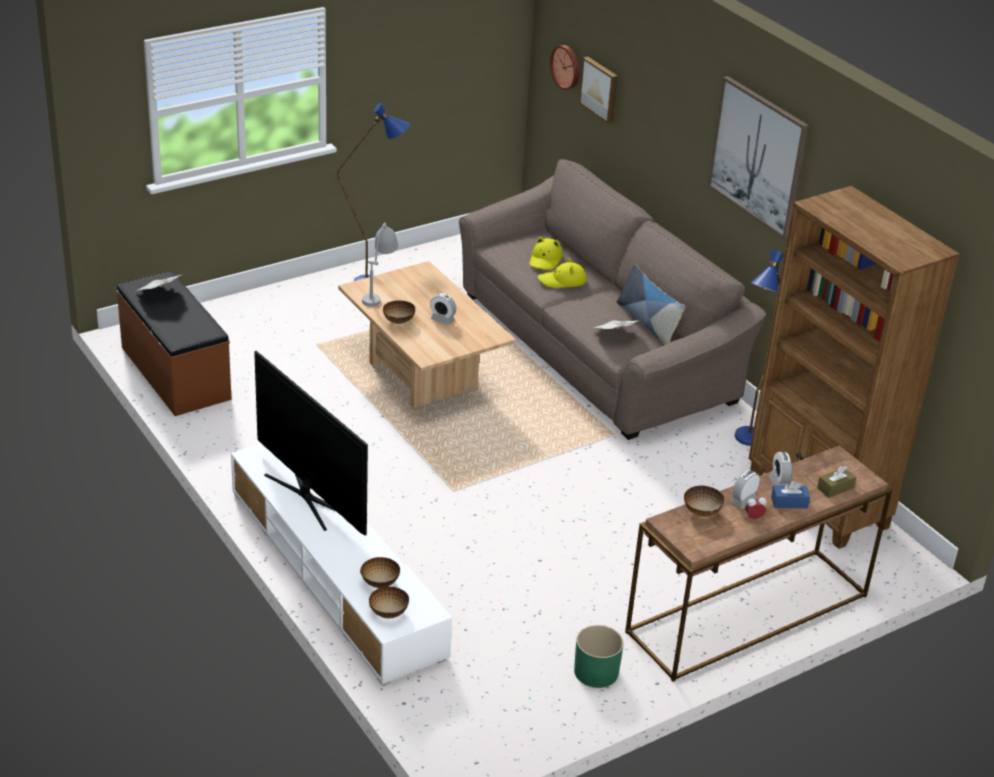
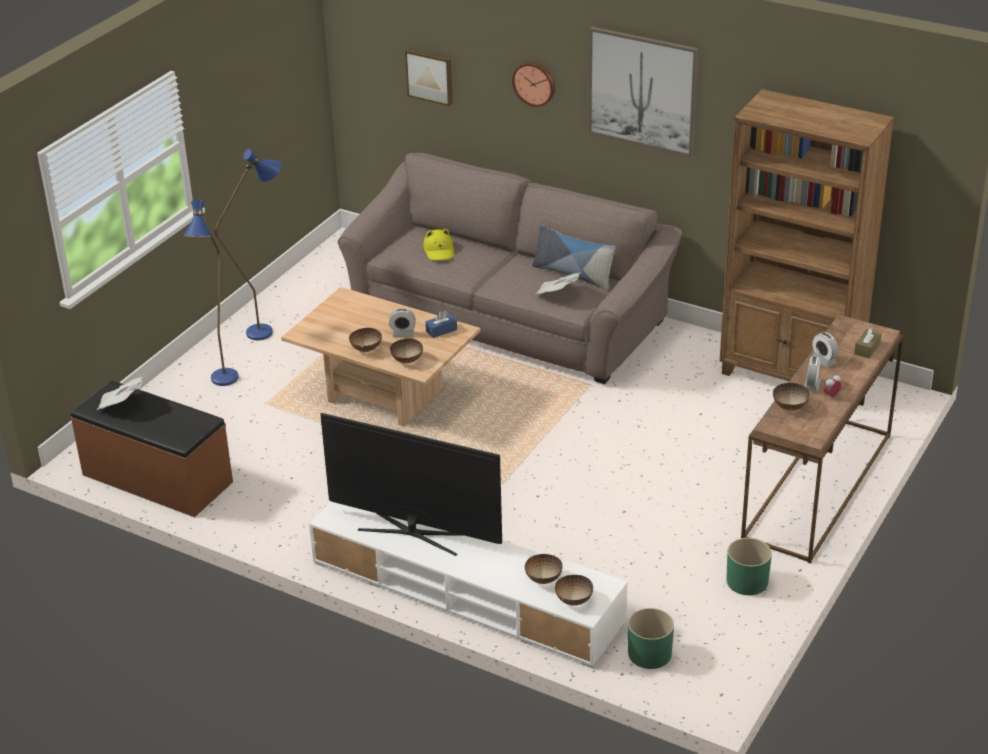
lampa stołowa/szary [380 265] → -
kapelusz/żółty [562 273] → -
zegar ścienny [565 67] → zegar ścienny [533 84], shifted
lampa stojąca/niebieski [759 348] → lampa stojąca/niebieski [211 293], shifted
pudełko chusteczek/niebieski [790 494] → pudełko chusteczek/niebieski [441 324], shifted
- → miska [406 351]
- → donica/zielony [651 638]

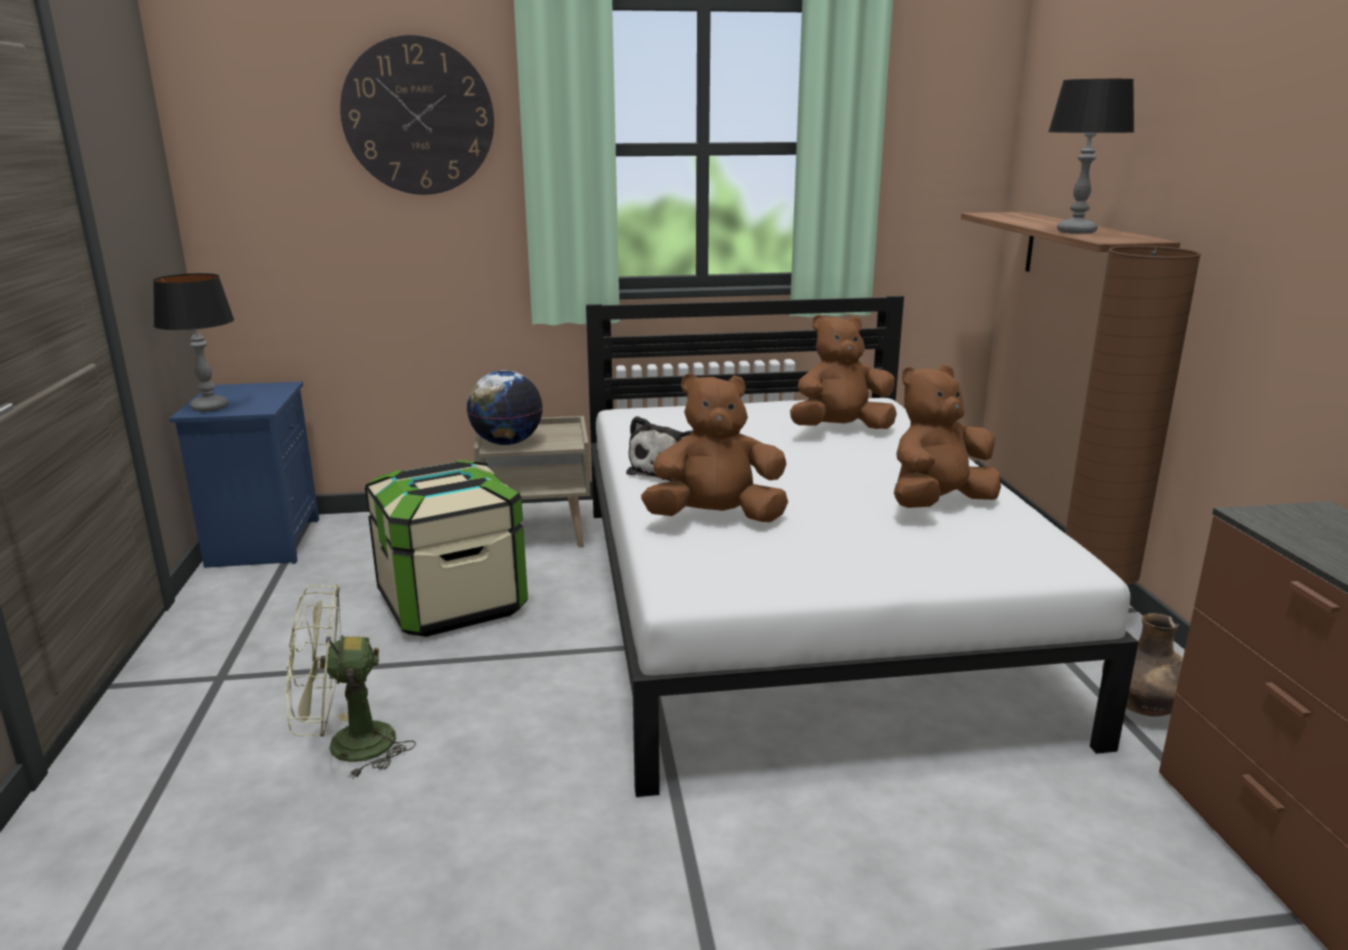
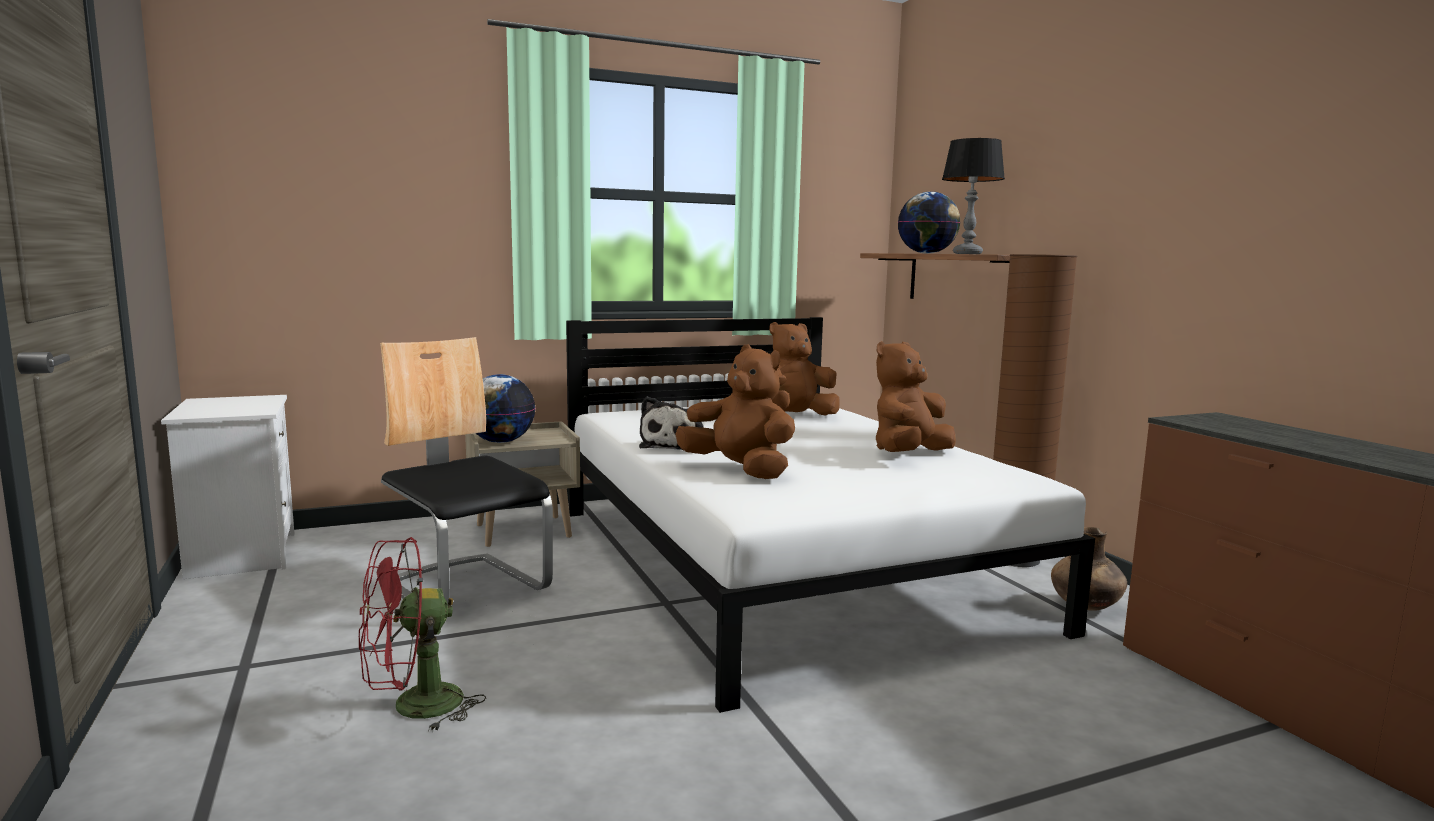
lampa stołowa [193 342] → -
szafka nocna/niebieski [244 475] → szafka nocna/biały [227 487]
wentylator/zielony [351 682] → wentylator/czerwony [422 634]
zegar ścienny [417 115] → -
pojemnik do przechowywania [446 548] → krzesło [466 470]
pluszak/brązowy [714 447] → pluszak/brązowy [735 411], 60 degrees clockwise
- → globus [929 223]

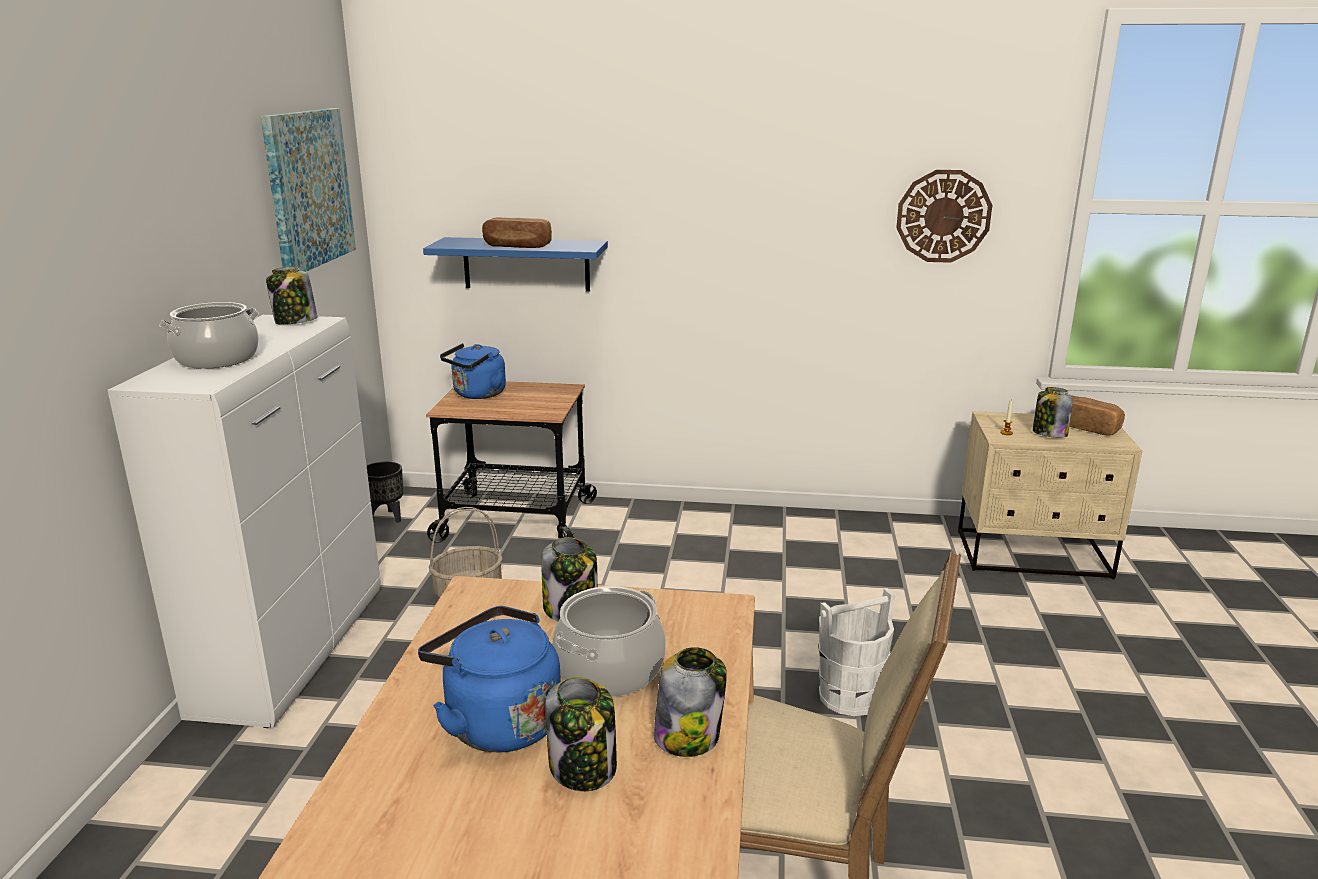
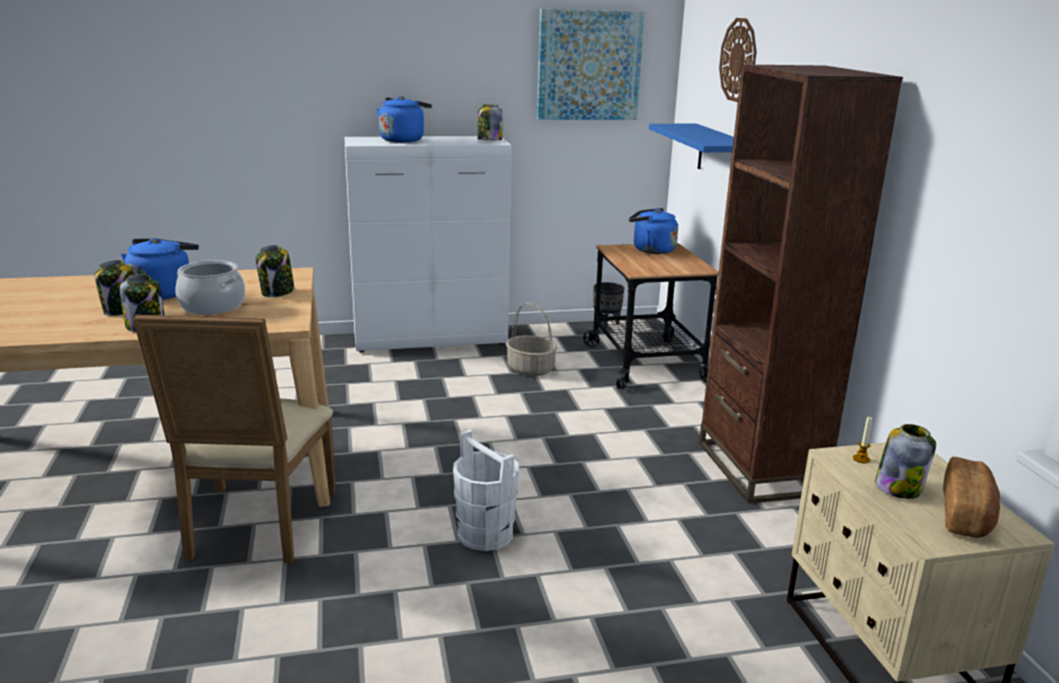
garnek [209 335] → czajnik/niebieski [404 119]
chleb [517 232] → -
zegar ścienny [944 216] → zegar ścienny [738 60], shifted
- → regał/brązowy [801 284]

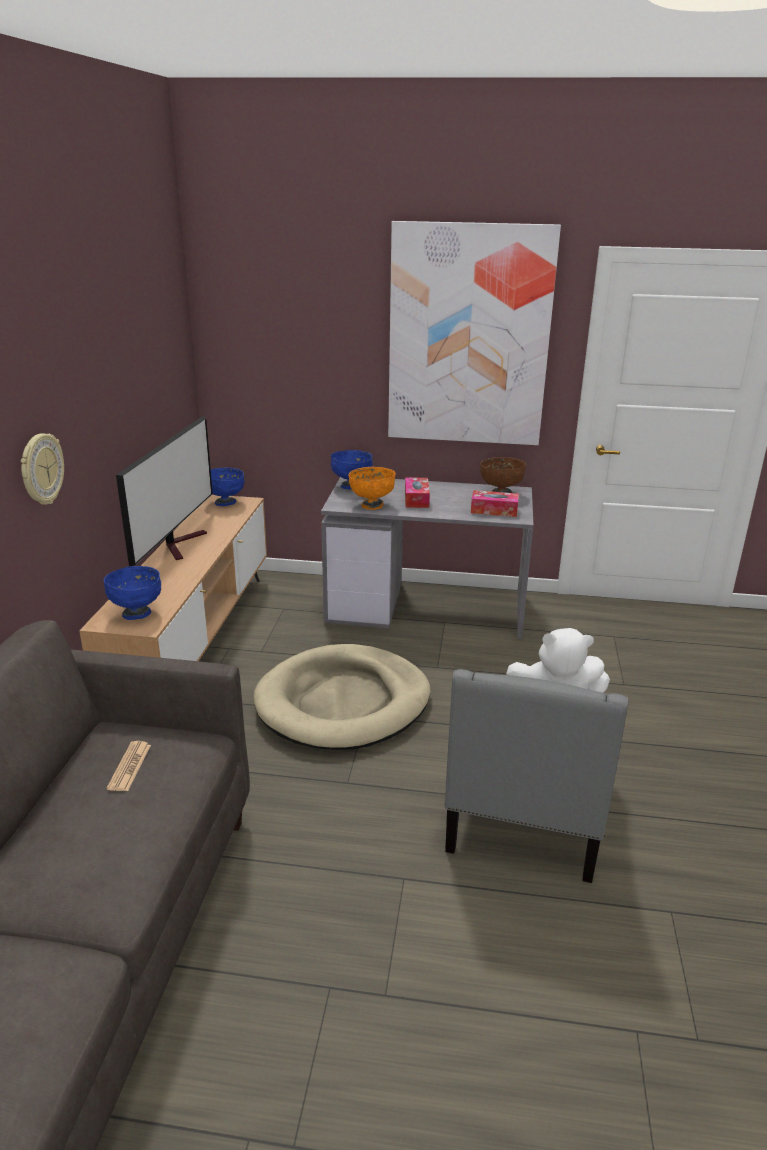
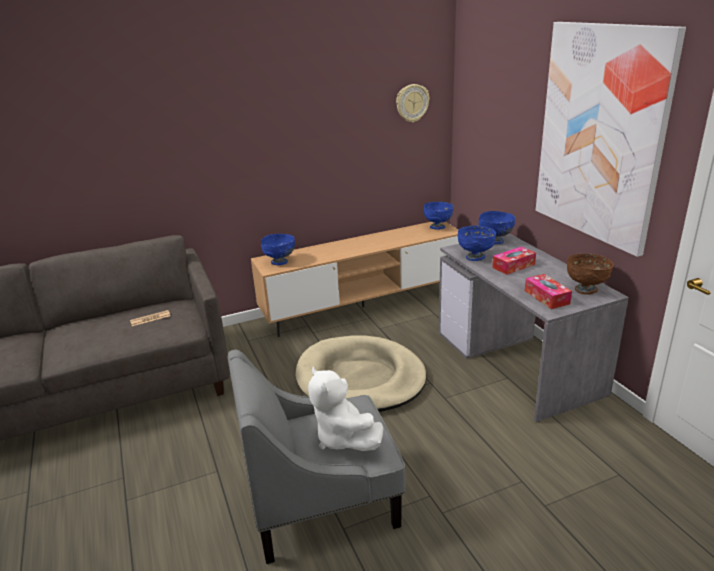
zegar ścienny [42 469] → zegar ścienny [412 103], shifted
telewizor [164 491] → -
miska/pomarańczowy [372 488] → miska/niebieski [477 243]

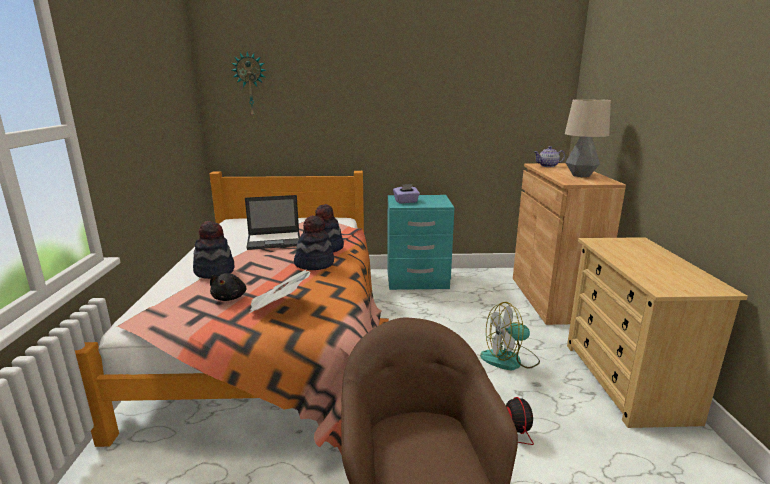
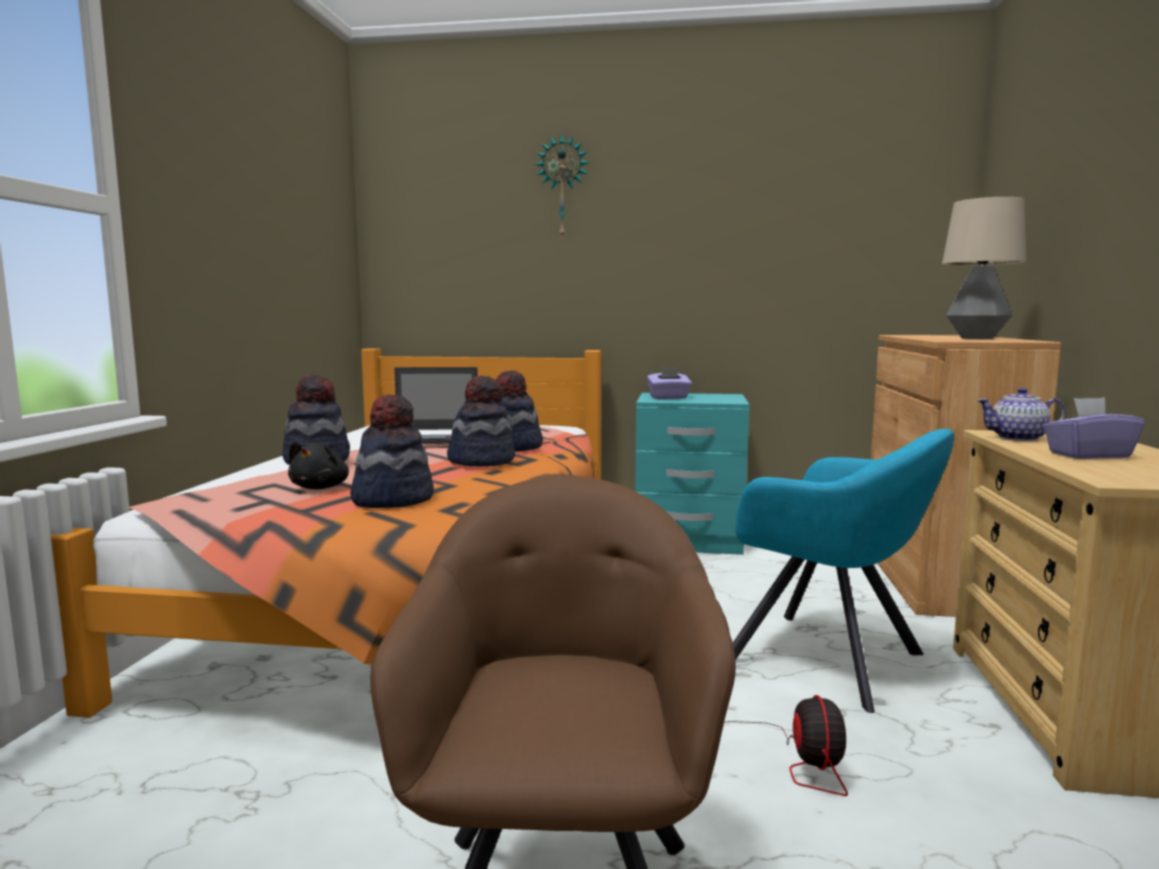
zegar ścienny [249 83] → zegar ścienny [562 186], shifted
gazeta [279 291] → kapelusz [392 451]
wentylator [510 336] → fotel/turkusowy [843 571]
imbryk [549 156] → imbryk [1021 414], shifted
- → pudełko chusteczek/fioletowy [1094 428]

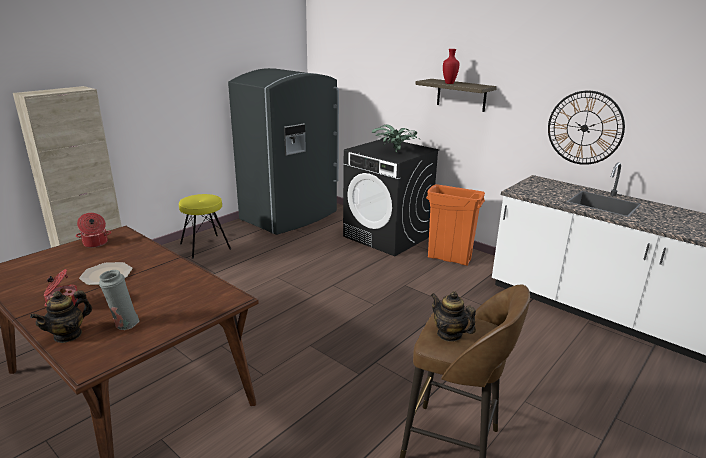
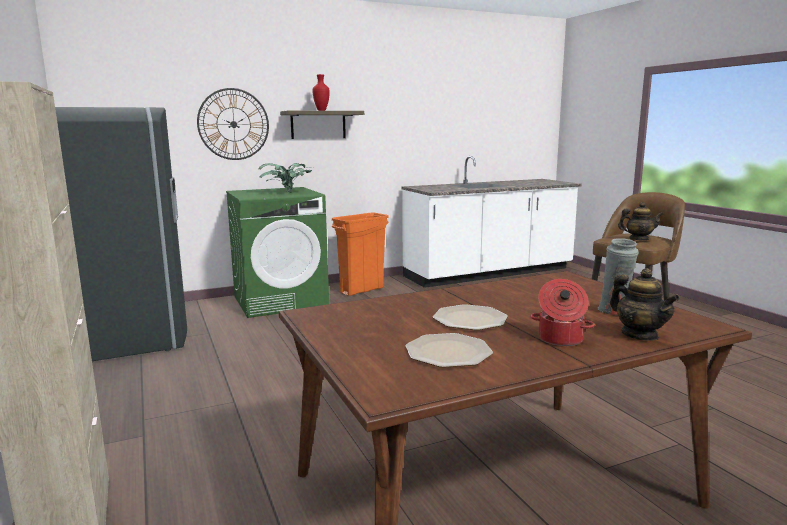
garnek [93 230] → -
stołek/żółty [205 226] → -
pralka/czarny [391 197] → pralka/zielony [277 252]
imbryk [453 316] → imbryk [640 221], 150 degrees counterclockwise
zegar ścienny [586 127] → zegar ścienny [233 124], shifted
- → talerz [449 350]

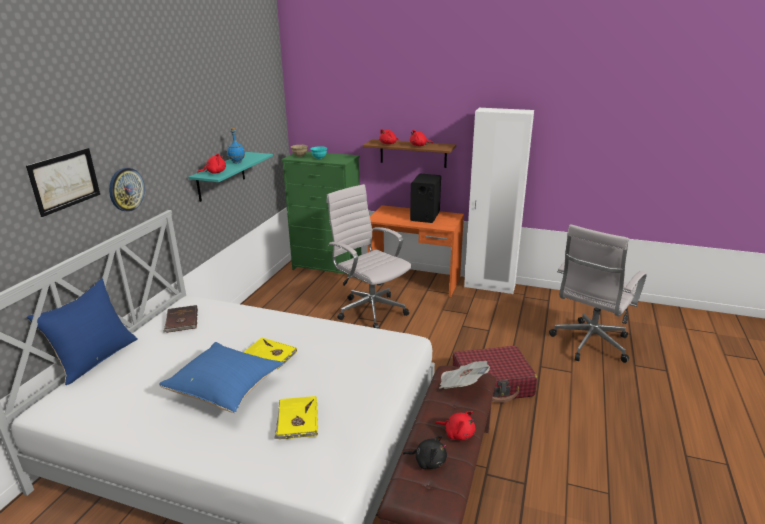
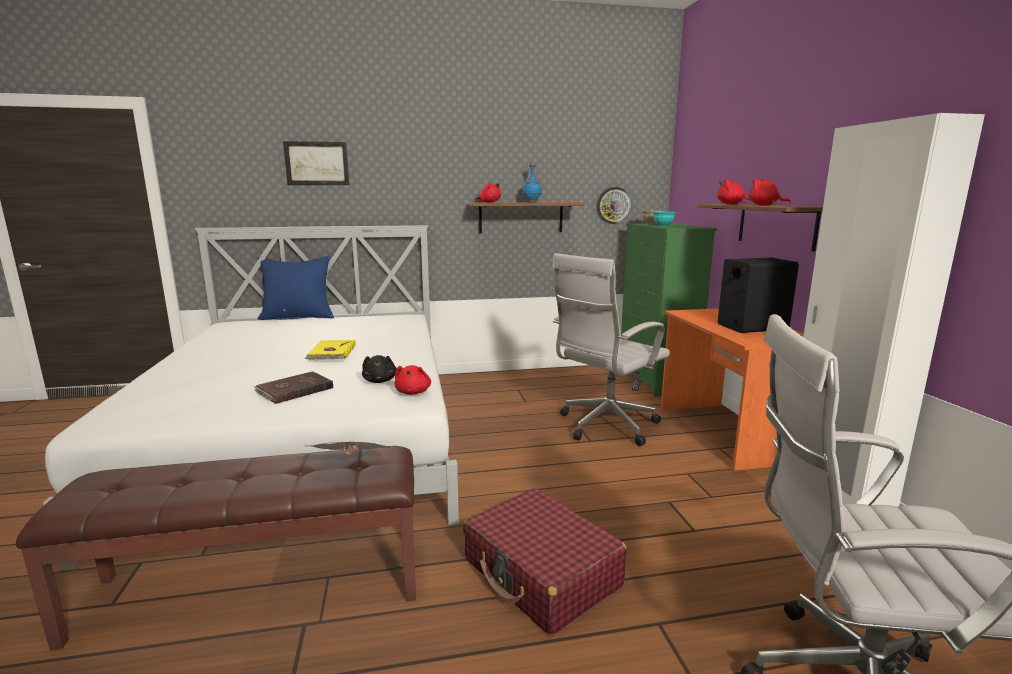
zegar ścienny [127 190] → zegar ścienny [614 205], shifted
poduszka/niebieski [221 377] → -
książka/brązowy [180 319] → książka/brązowy [293 387], shifted
półka/turkusowy [230 177] → półka/brązowy [526 217]
książka/żółty [296 418] → -
krzesło biurowe/biały [369 256] → krzesło biurowe/biały [611 349], 150 degrees counterclockwise
pluszak/czarny [425 452] → pluszak/czarny [379 369], shifted
pluszak/czerwony [455 425] → pluszak/czerwony [413 380], shifted

